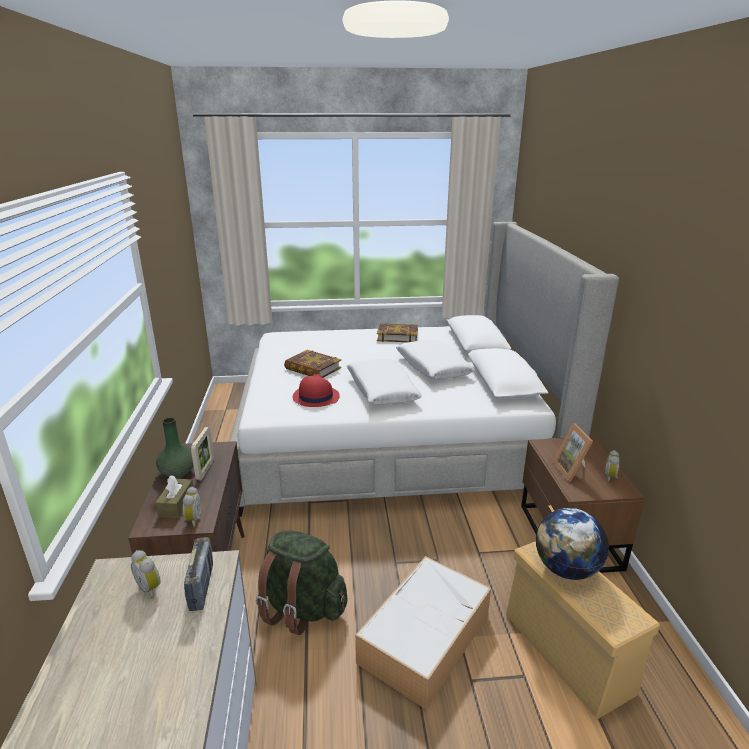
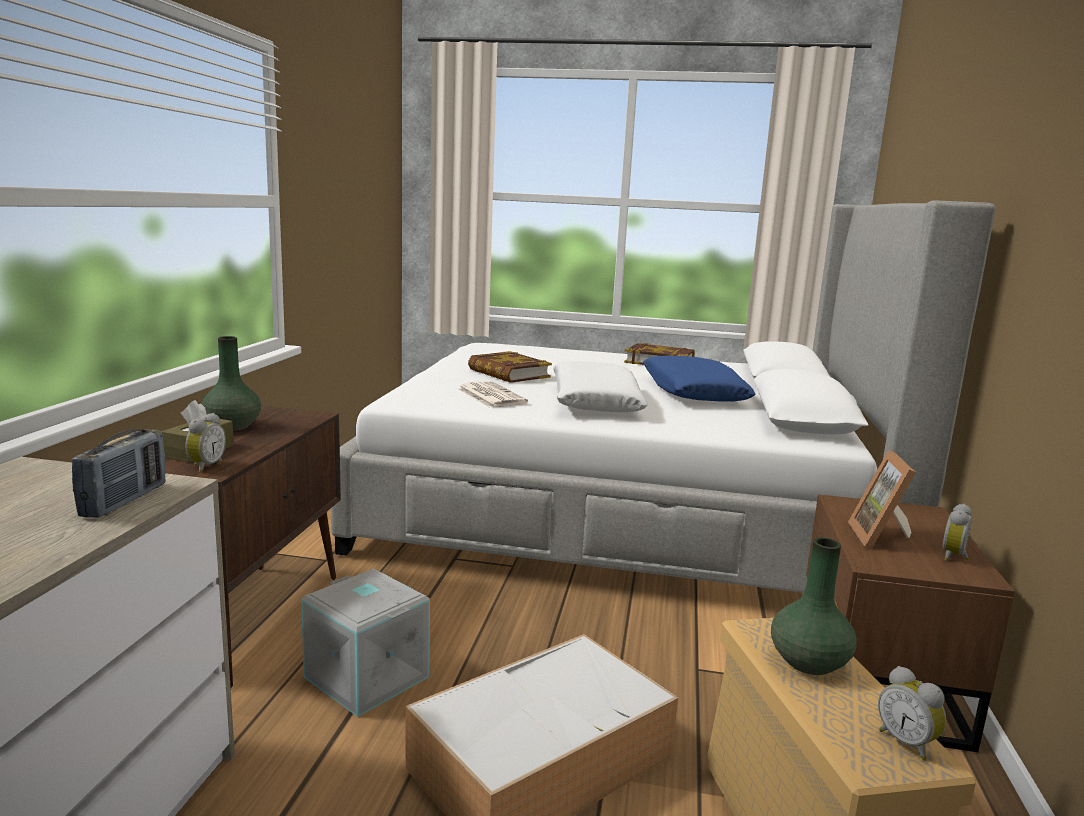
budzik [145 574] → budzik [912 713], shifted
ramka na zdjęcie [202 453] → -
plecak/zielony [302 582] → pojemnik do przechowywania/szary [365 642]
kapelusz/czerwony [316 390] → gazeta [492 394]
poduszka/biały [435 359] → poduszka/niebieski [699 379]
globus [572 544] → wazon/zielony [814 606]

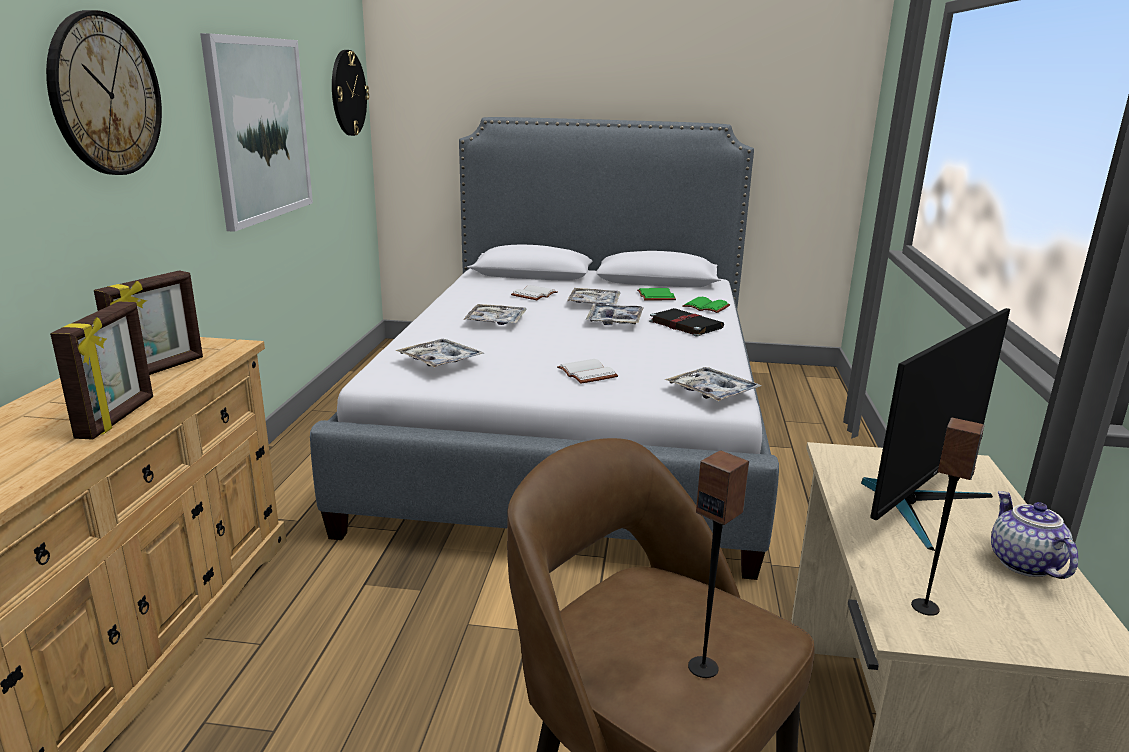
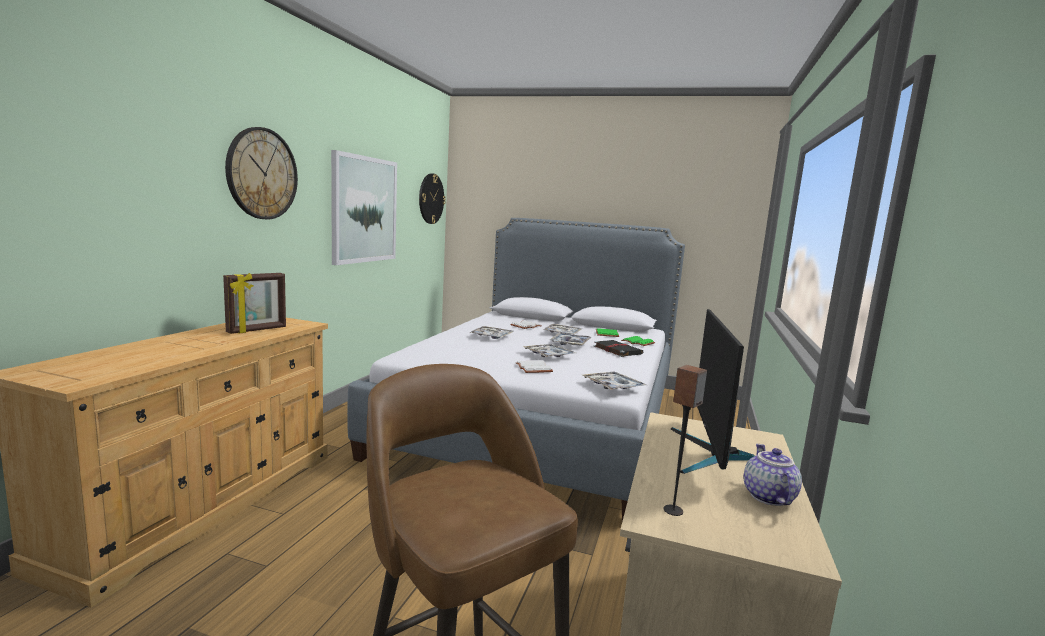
ramka na zdjęcie [101 371] → -
taca [440 353] → taca [549 350], shifted
głośnik [718 564] → -
monitor [935 429] → monitor [712 391], 135 degrees clockwise

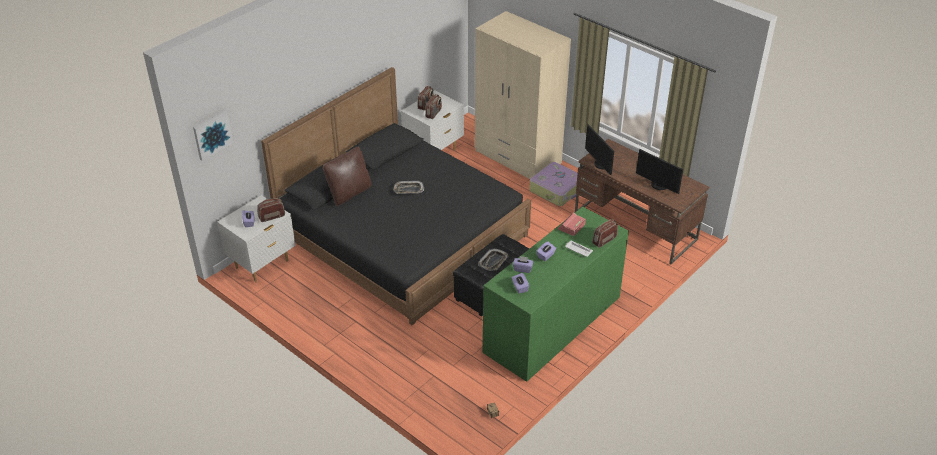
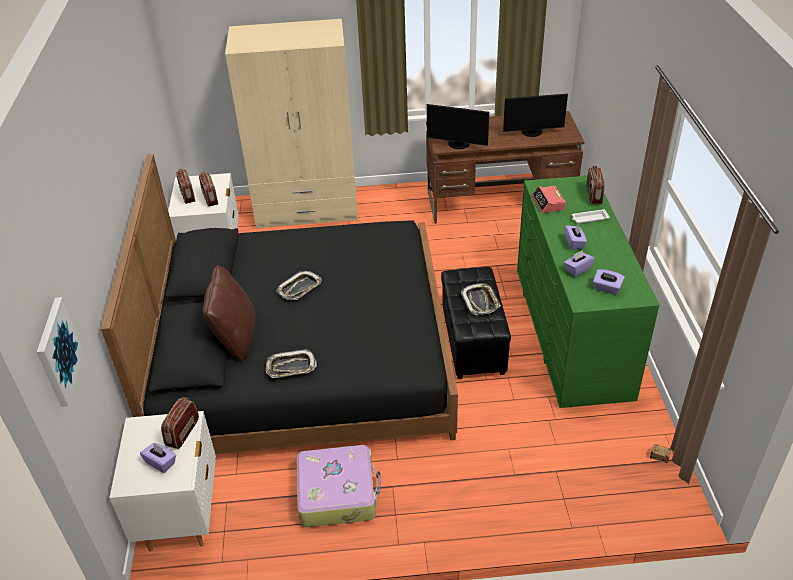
walizka [553 184] → walizka [339 486], shifted
- → taca [291 363]

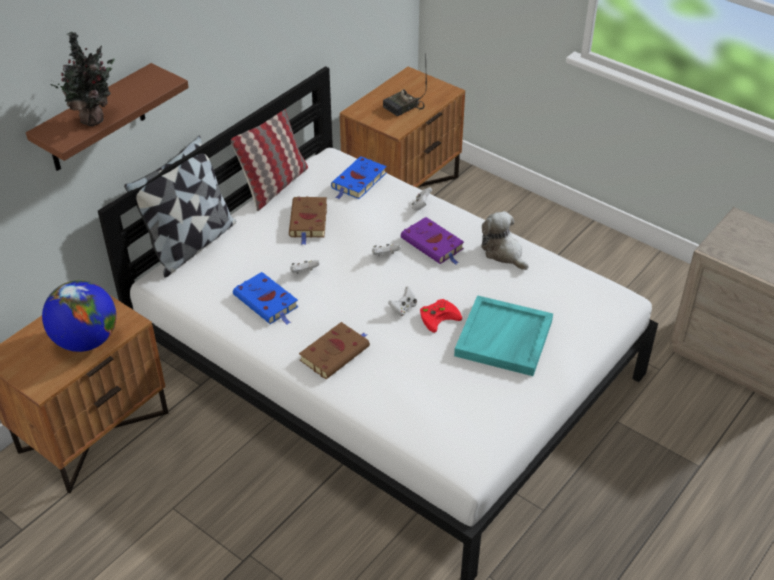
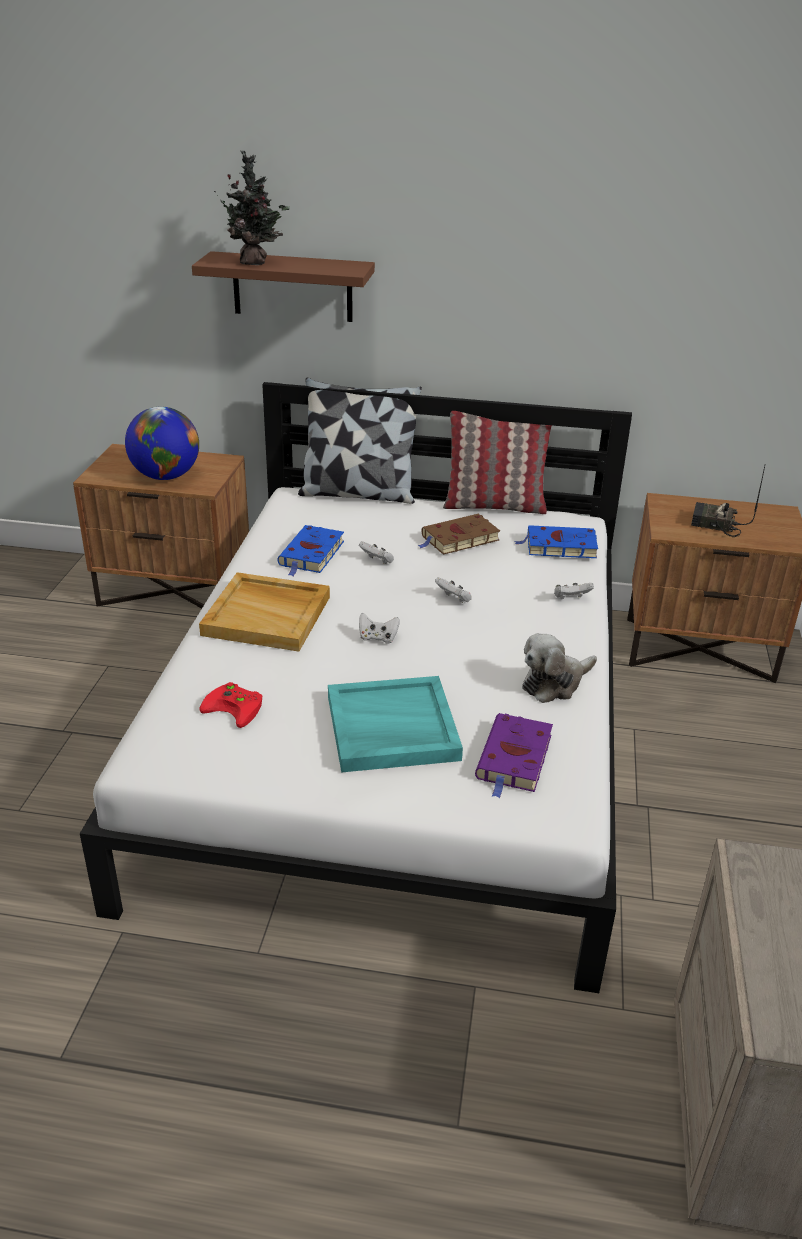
książka/brązowy [334 350] → taca/beżowy [264 612]
książka/fioletowy [432 241] → książka/fioletowy [514 755], shifted
pad do gier/czerwony [441 316] → pad do gier/czerwony [230 705], shifted
pluszak [505 240] → pluszak [559 668], 150 degrees counterclockwise

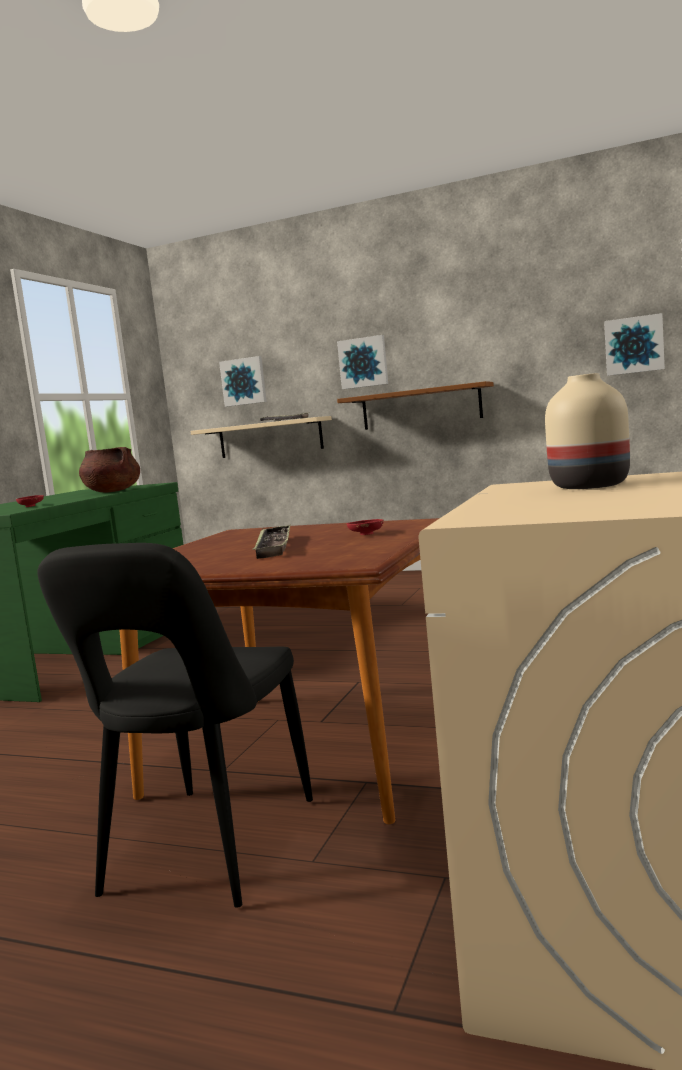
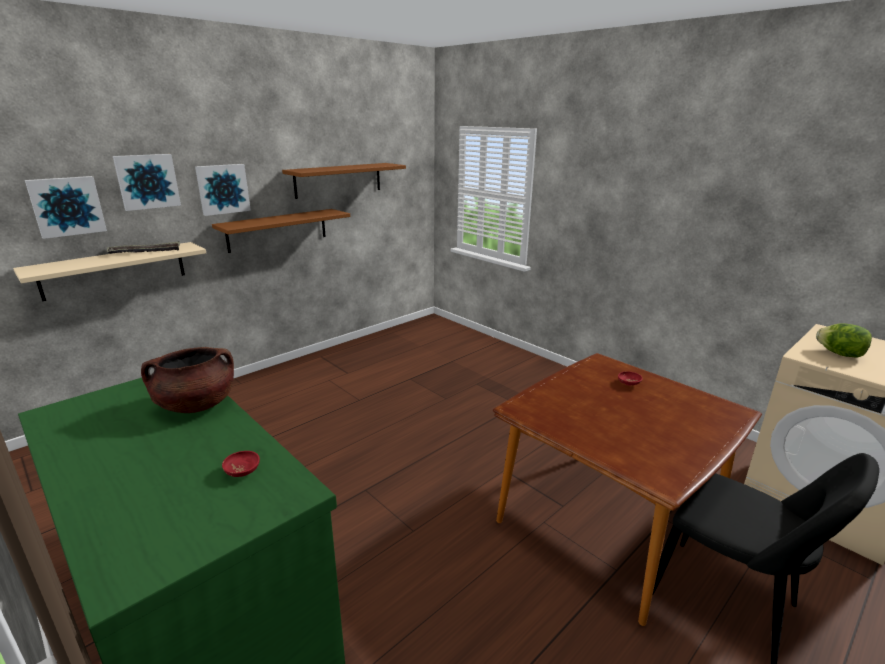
taca [272 542] → -
wazon/beżowy [587 431] → sałata [844 340]
obraz [634 344] → obraz [147 182], shifted
- → półka/brązowy [344 181]

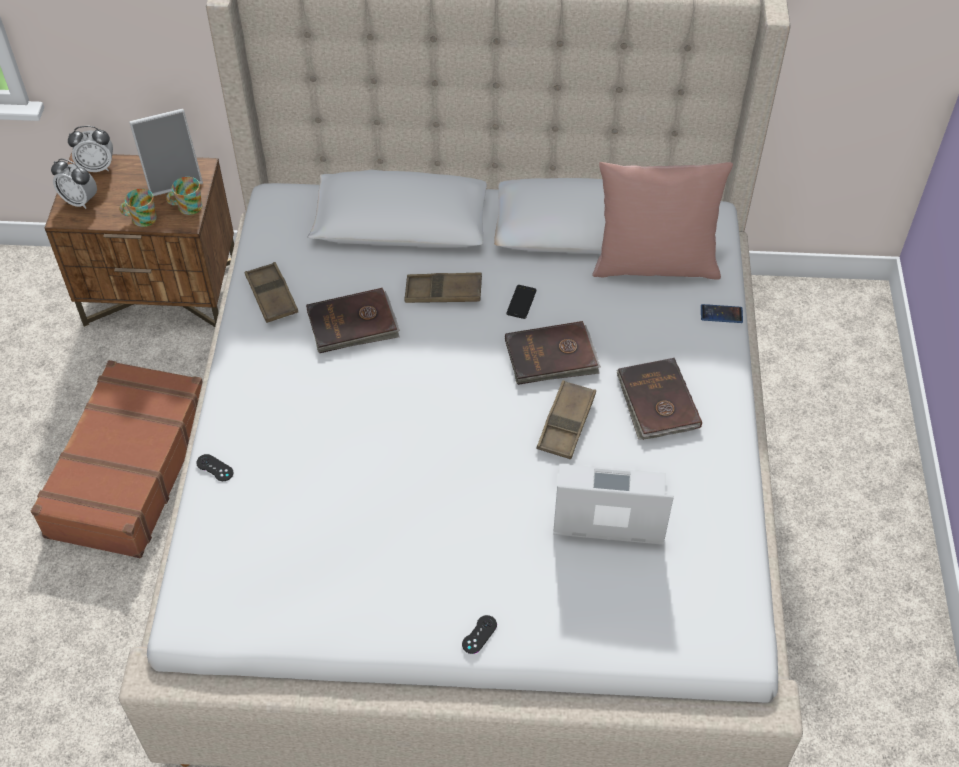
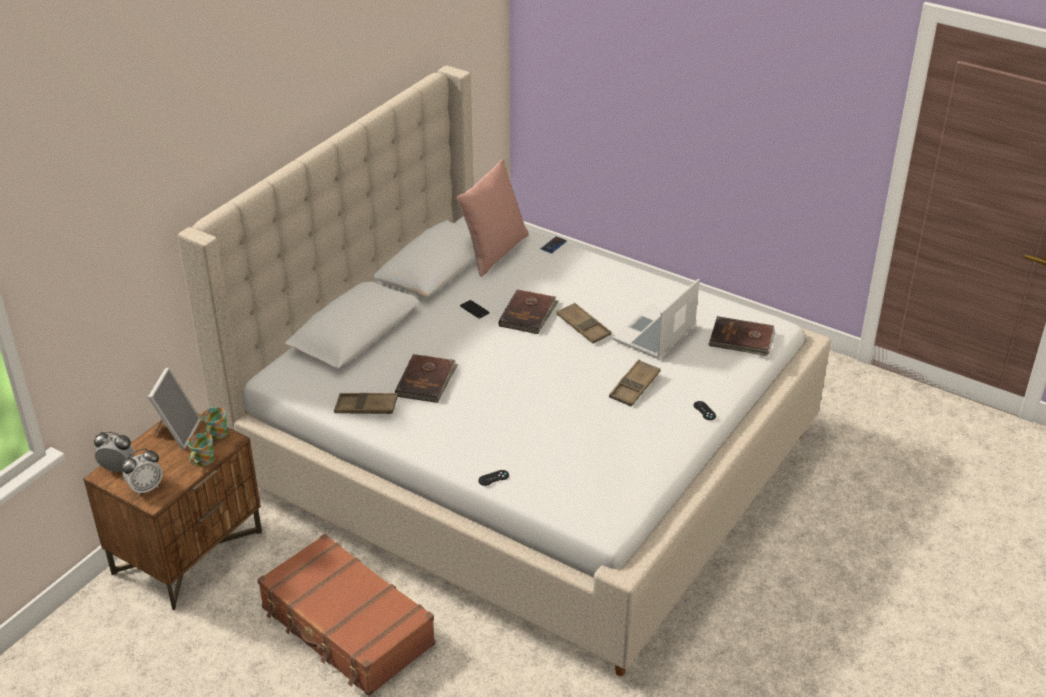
budzik [90 149] → budzik [114 451], 105 degrees counterclockwise
taca/brązowy [443 287] → taca/brązowy [635 382], shifted
książka/brązowy [659 399] → książka/brązowy [742 336], shifted

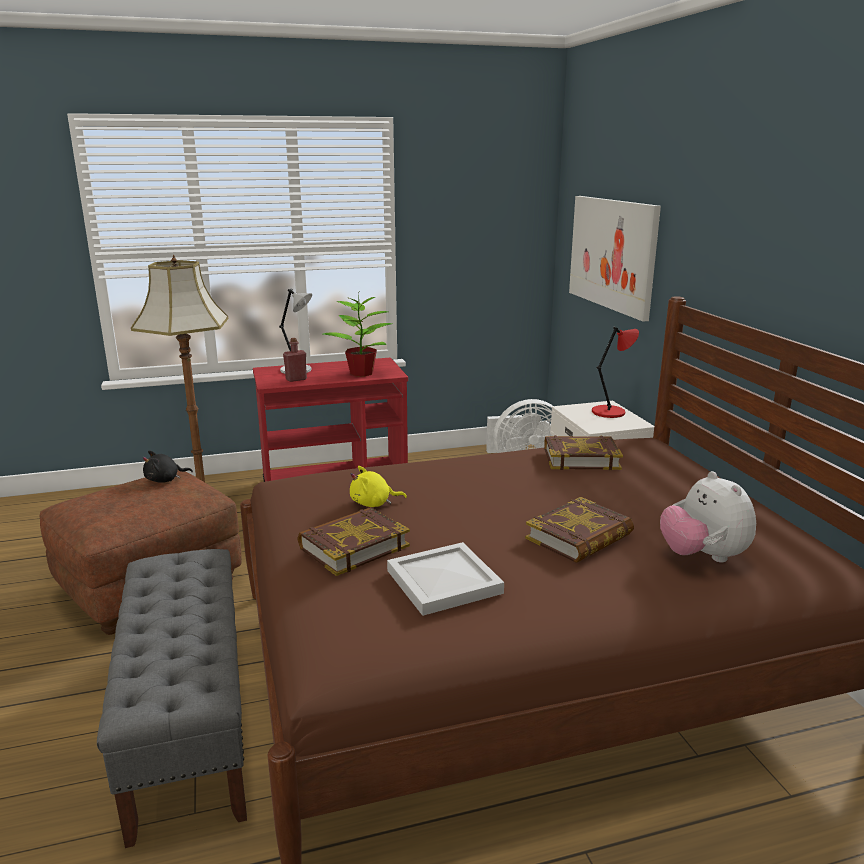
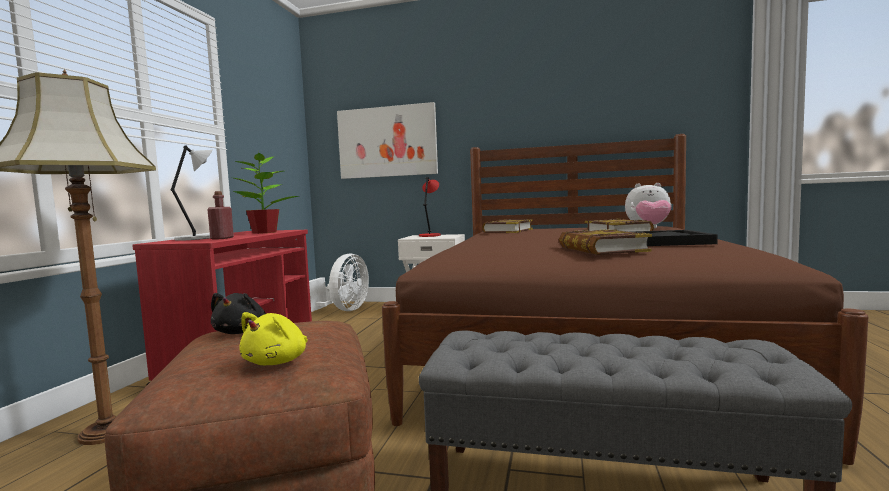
pluszak/żółty [378 486] → pluszak/żółty [273 338], shifted
taca/biały [445 579] → taca/czarny [675 238]

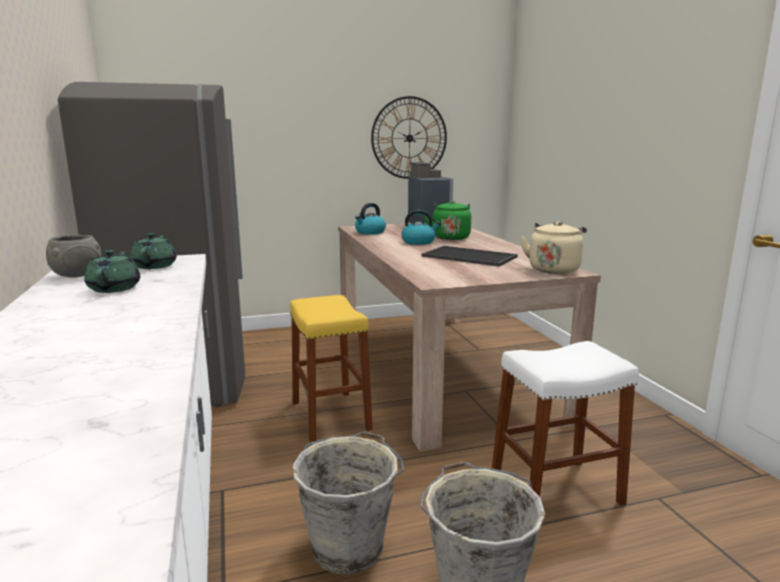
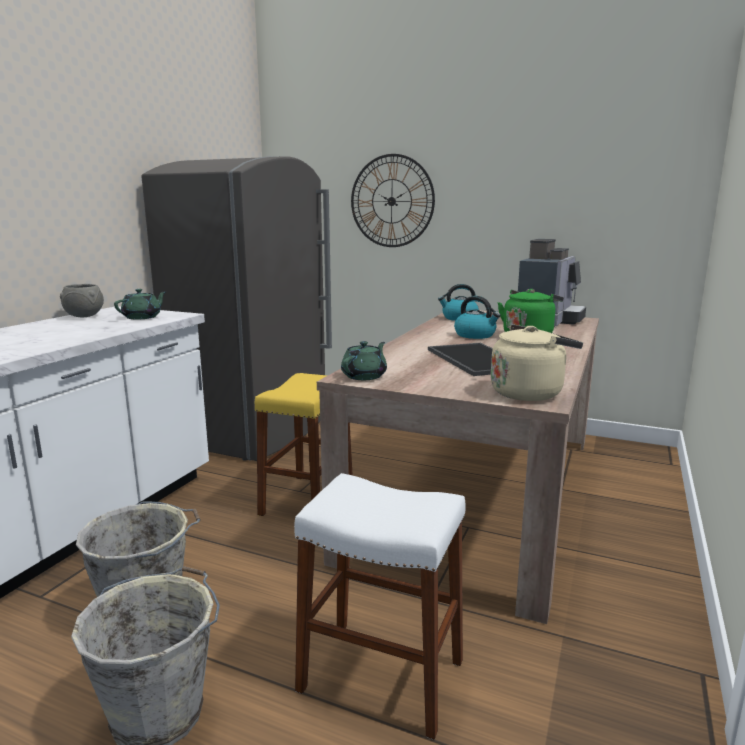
imbryk/zielony [112 271] → imbryk/zielony [364 360], shifted
zegar ścienny [409 137] → zegar ścienny [393 200], shifted

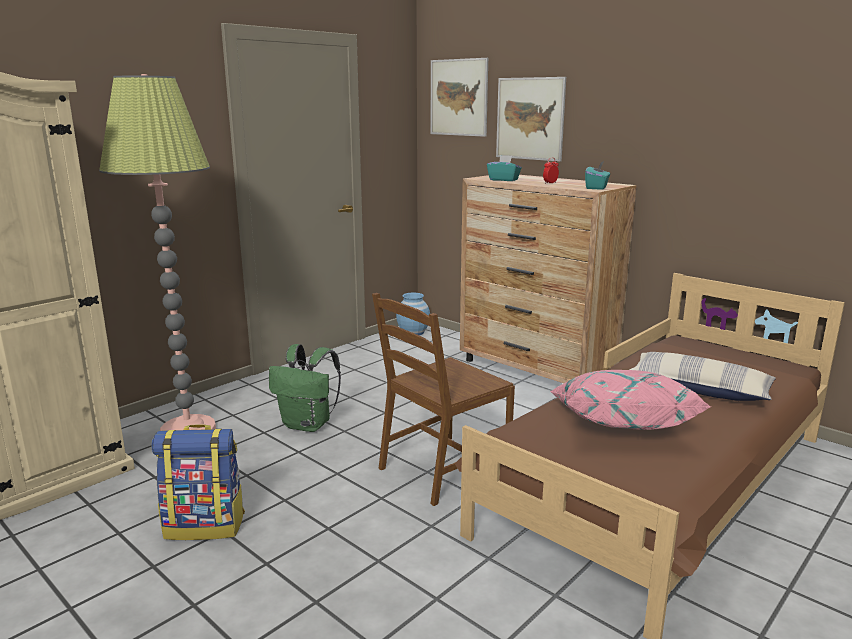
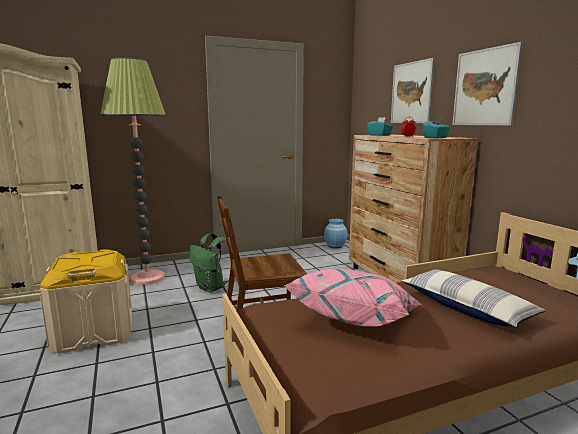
plecak [198 482] → pojemnik do przechowywania/beżowy [86 302]
obraz [459 97] → obraz [487 83], shifted

